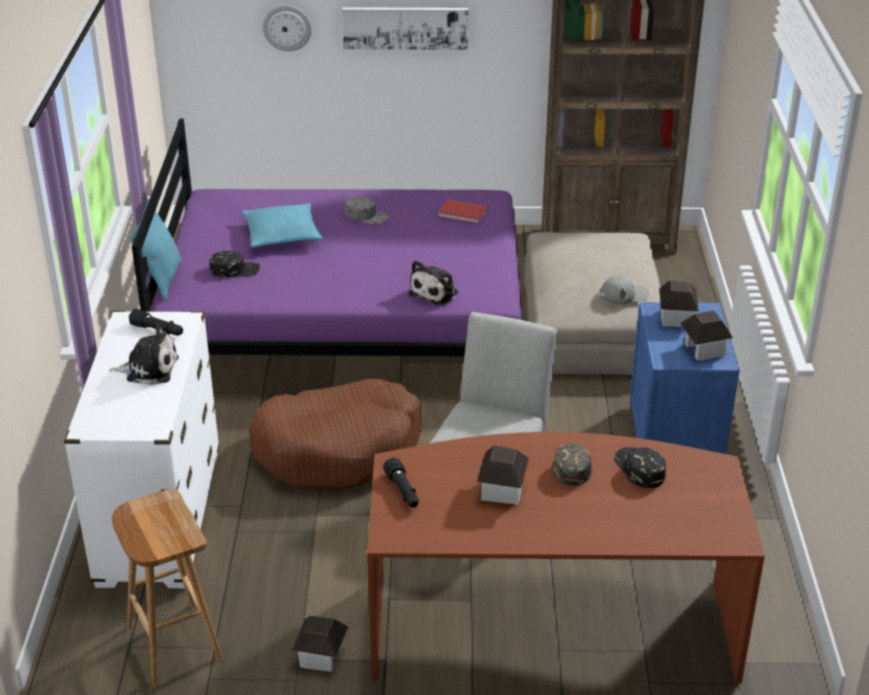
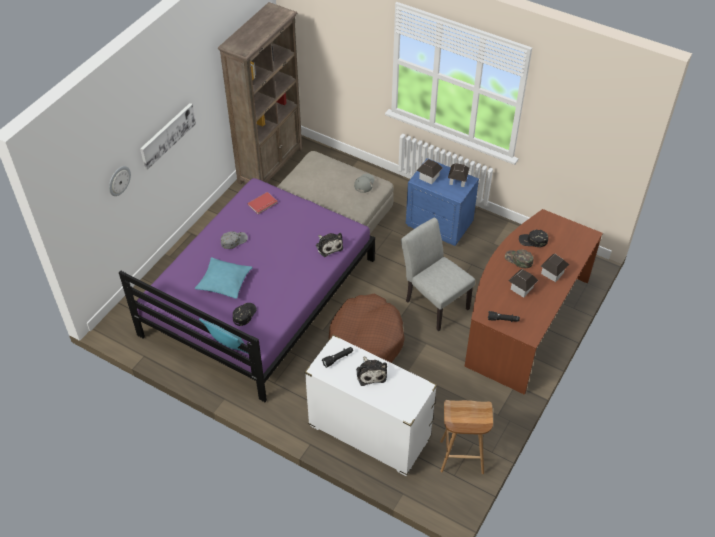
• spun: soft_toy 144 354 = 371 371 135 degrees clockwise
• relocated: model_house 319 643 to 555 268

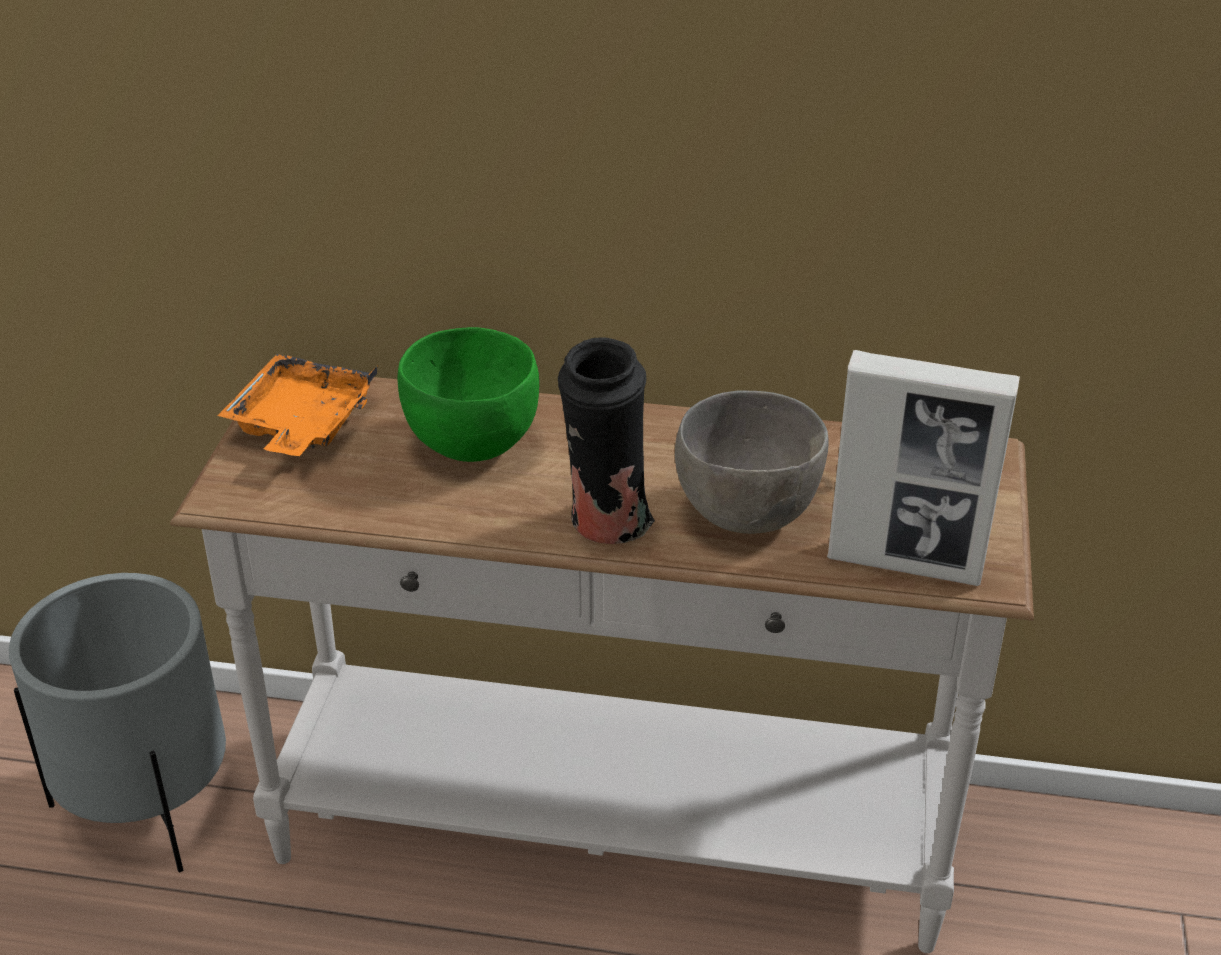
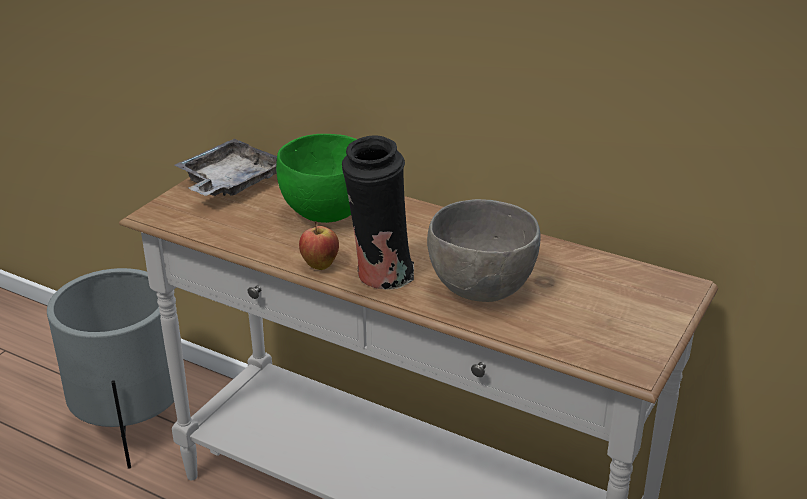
• colour: orange-coloured_tray 297 405 to gray_tray 226 167
• missing: photo_frame 923 468
• appeared: apple_fruit 319 245

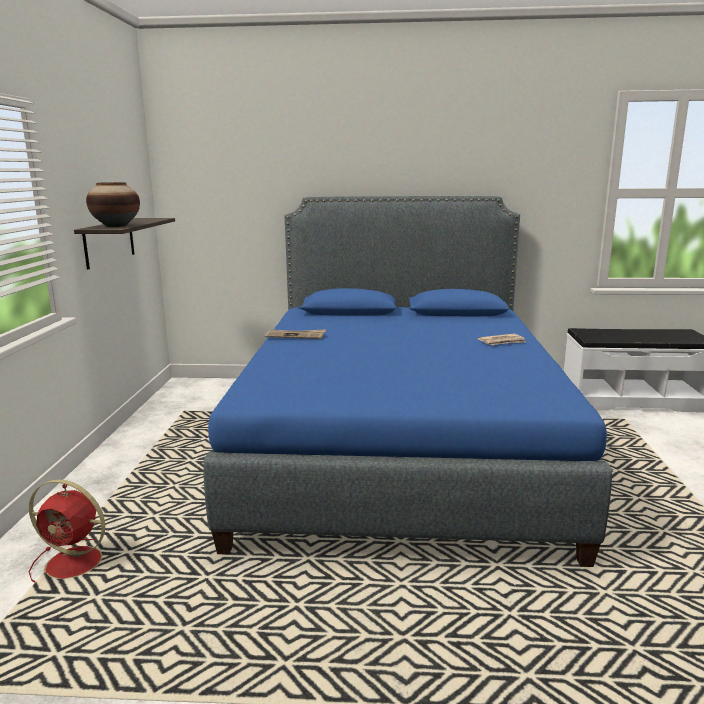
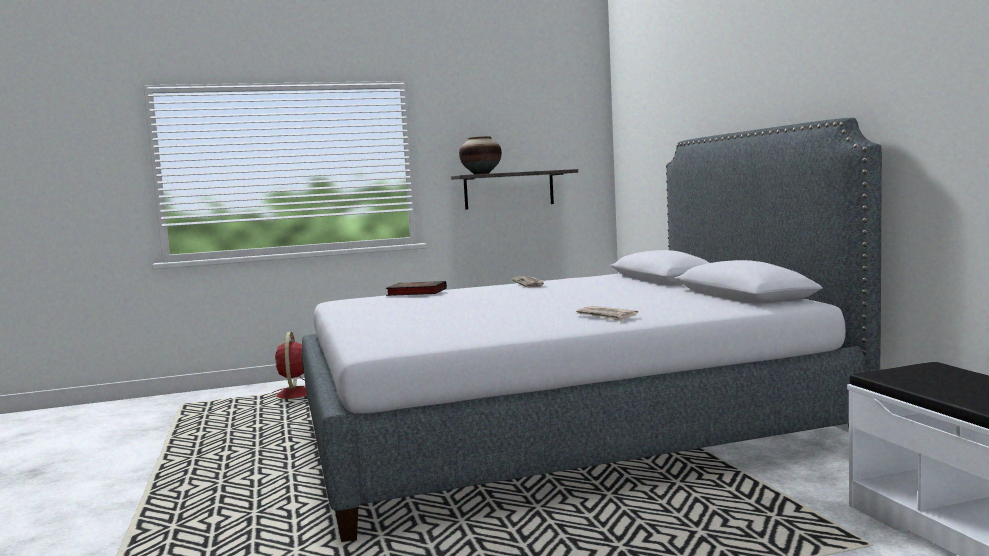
• colour: blue-coloured_bed 407 381 to gray_bed 592 330
• appeared: volume 416 288

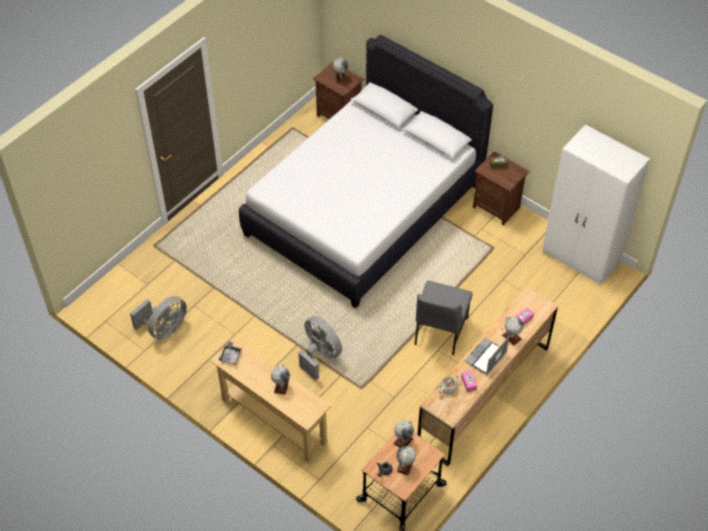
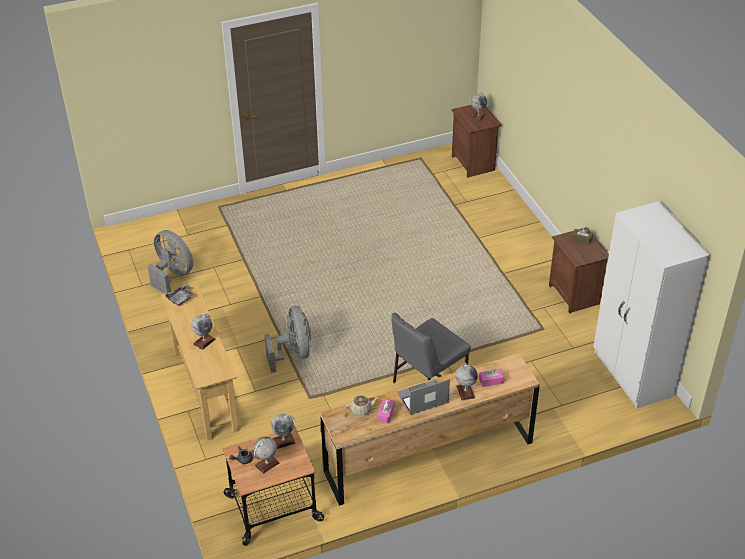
• spun: gray_electric_fan 158 317 = 170 262 120 degrees counterclockwise
• missing: whitish_bed 366 171

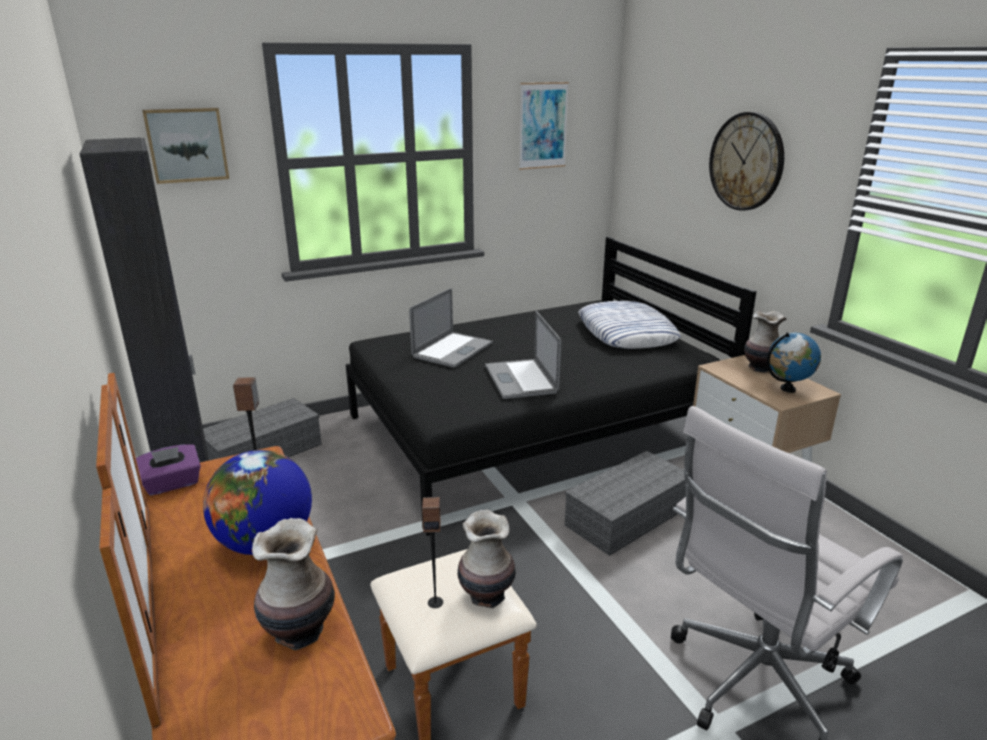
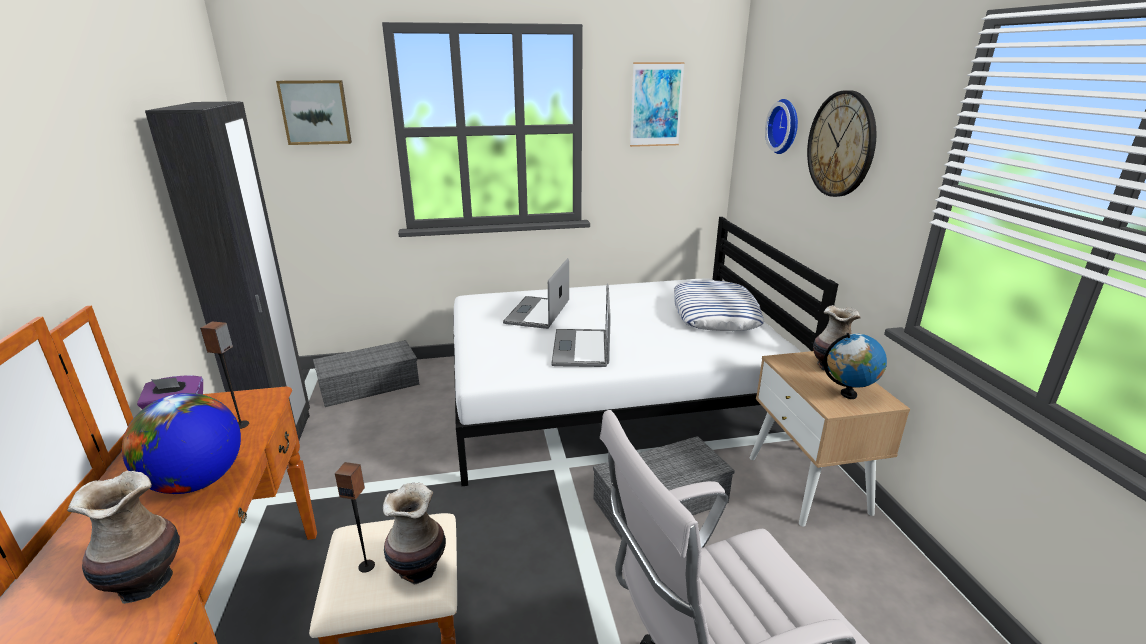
• colour: blackish_bed 551 386 to whitish_bed 645 351
• spun: laptop 451 328 = 536 293 150 degrees clockwise
• appeared: clock_on_the_wall 781 126

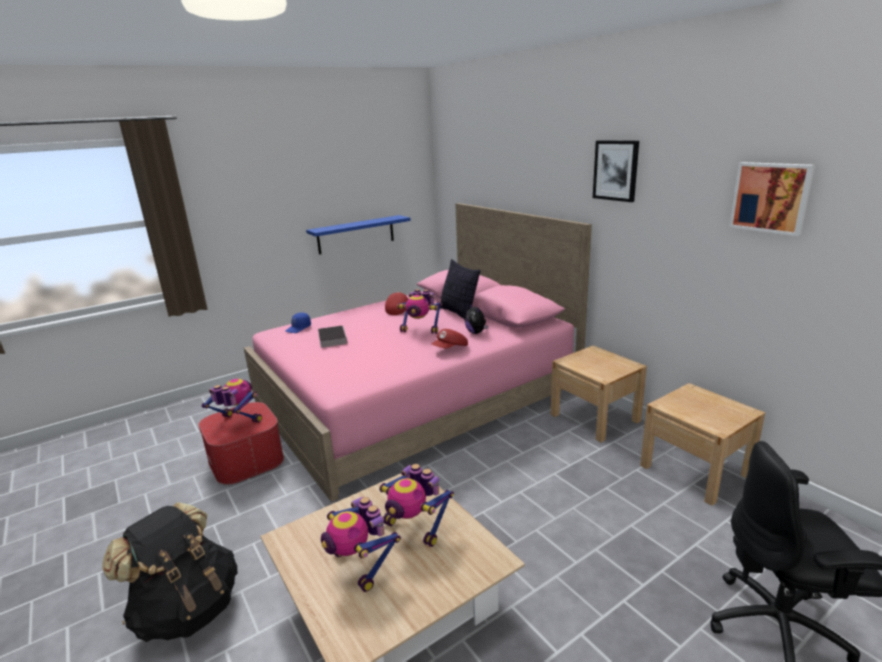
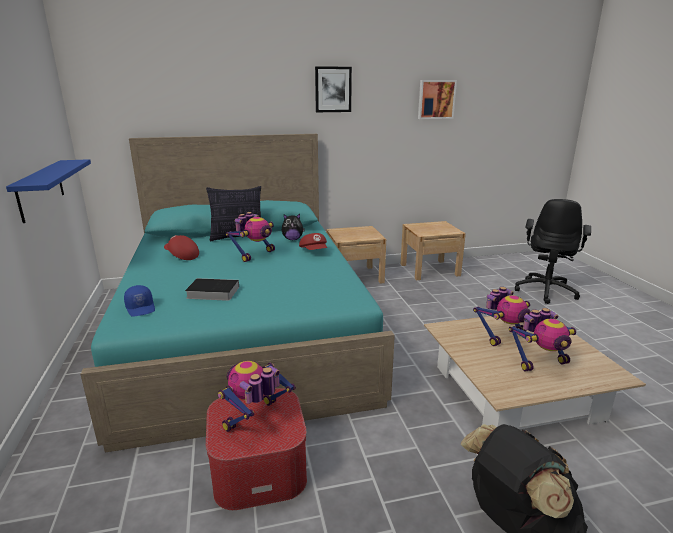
• colour: pinkish_bed 418 352 to turquoise-coloured_bed 237 293

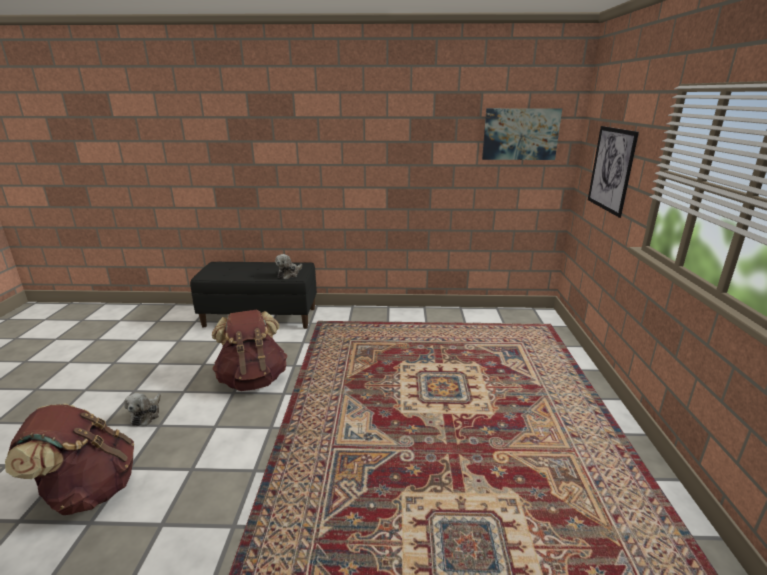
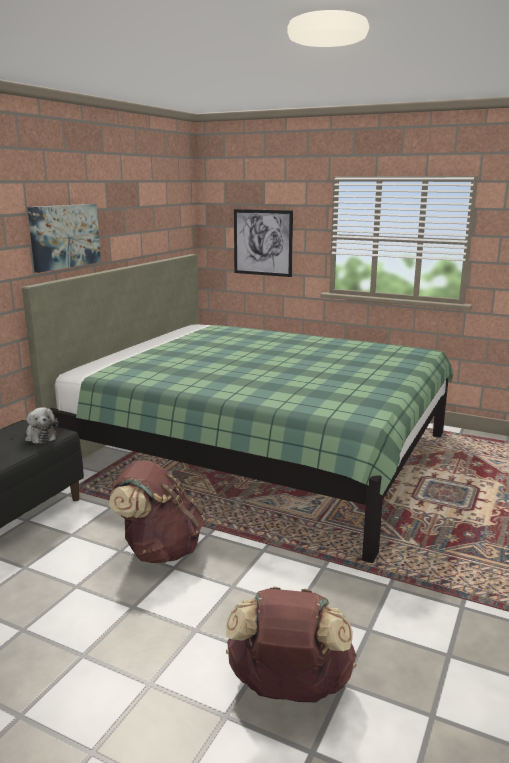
• missing: soft_toy 142 409
• relocated: wall_picture 522 134 to 64 238
• appeared: greenish_bed 238 408

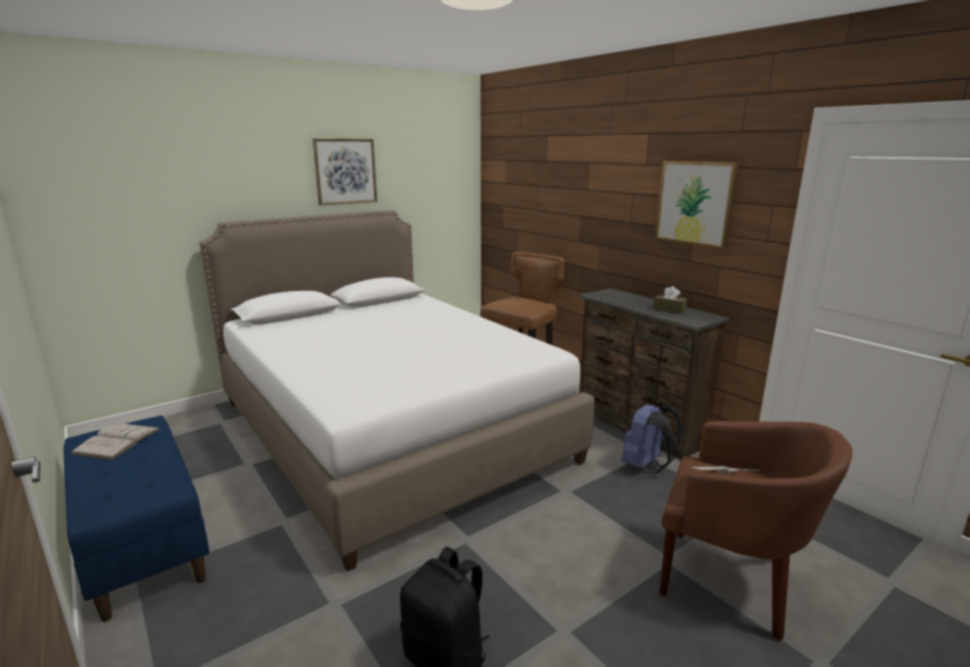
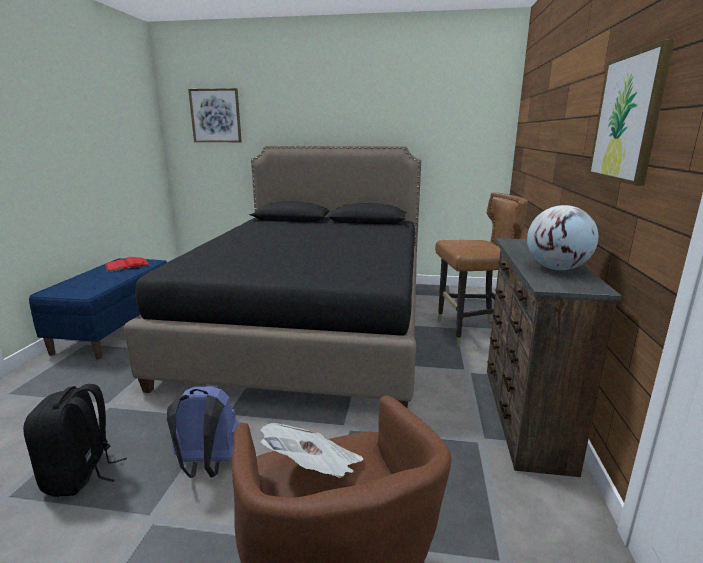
• colour: whitish_volume 116 441 to reddish_volume 127 264
• colour: whitish_bed 397 391 to blackish_bed 272 276
• relocated: wall_picture 345 172 to 215 115
• relocated: blue-coloured_knapsack 652 439 to 203 432
• exchanged: brownish_tissue_box 670 300 to globe 562 237

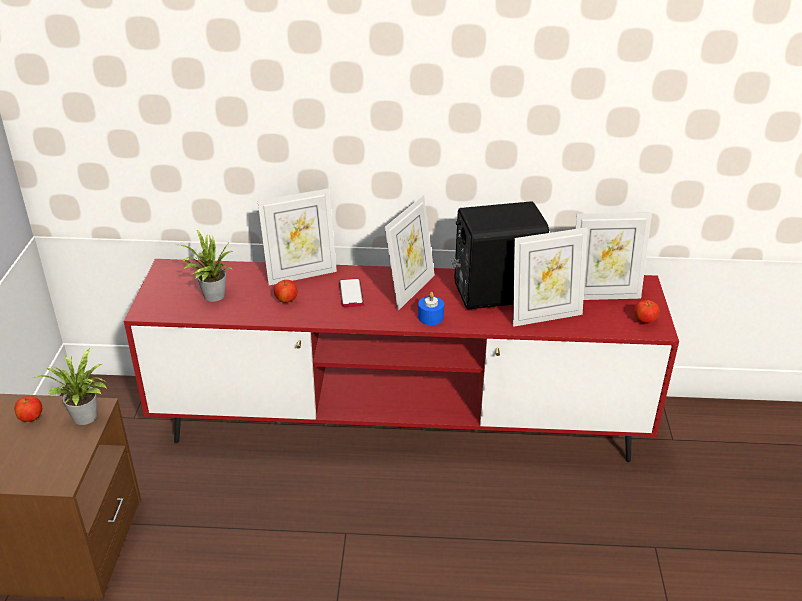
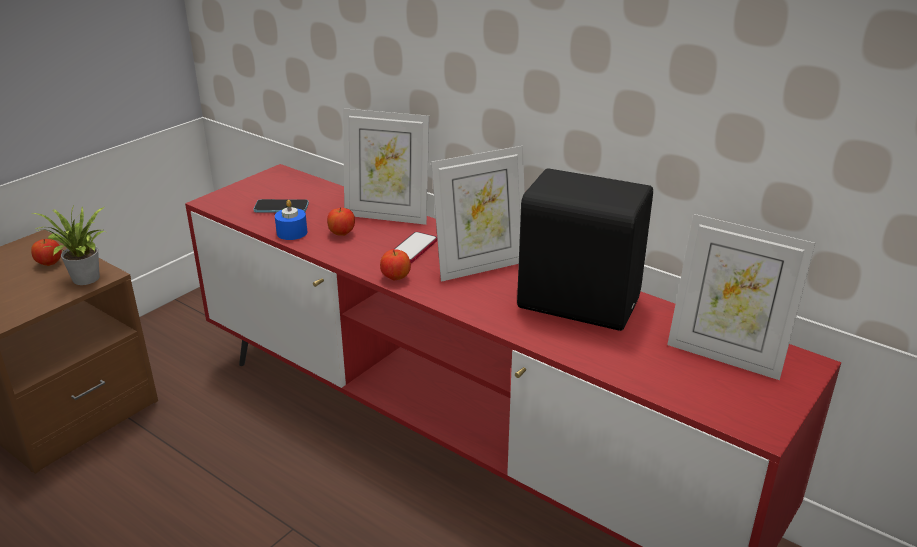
• exchanged: houseplant 206 266 to phone 281 206
• relocated: blue-coloured_wax_candle 431 308 to 291 220
• missing: photo_frame 550 277
• relocated: apple_fruit 646 312 to 395 265

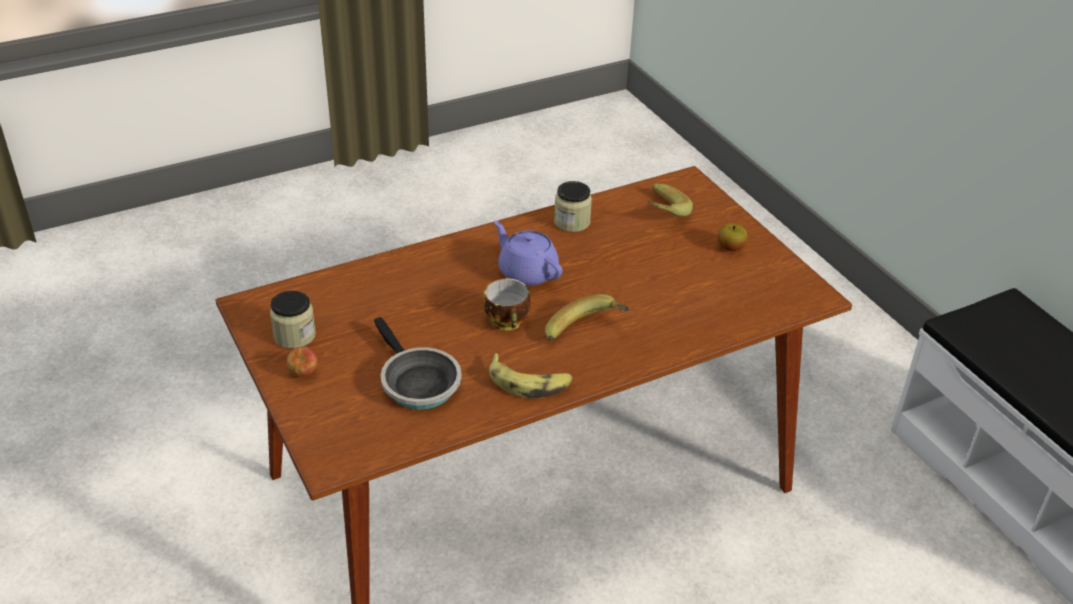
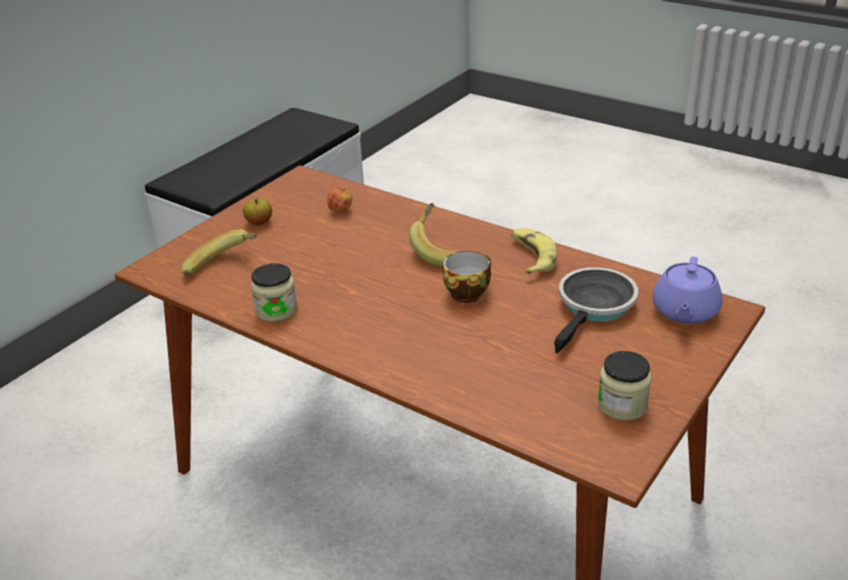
• relocated: apple_fruit 302 362 to 339 200
• relocated: purplish_teapot 528 253 to 687 290

